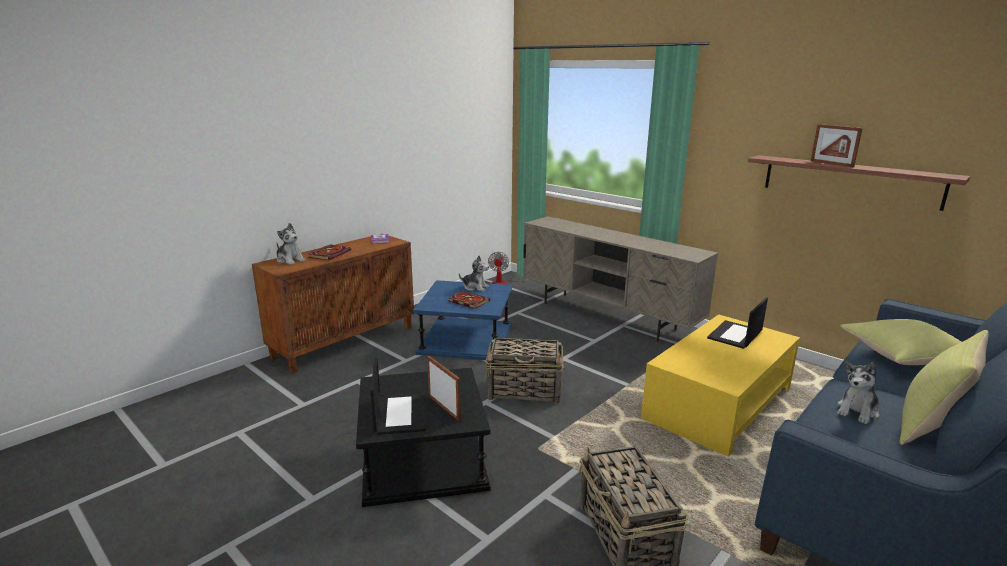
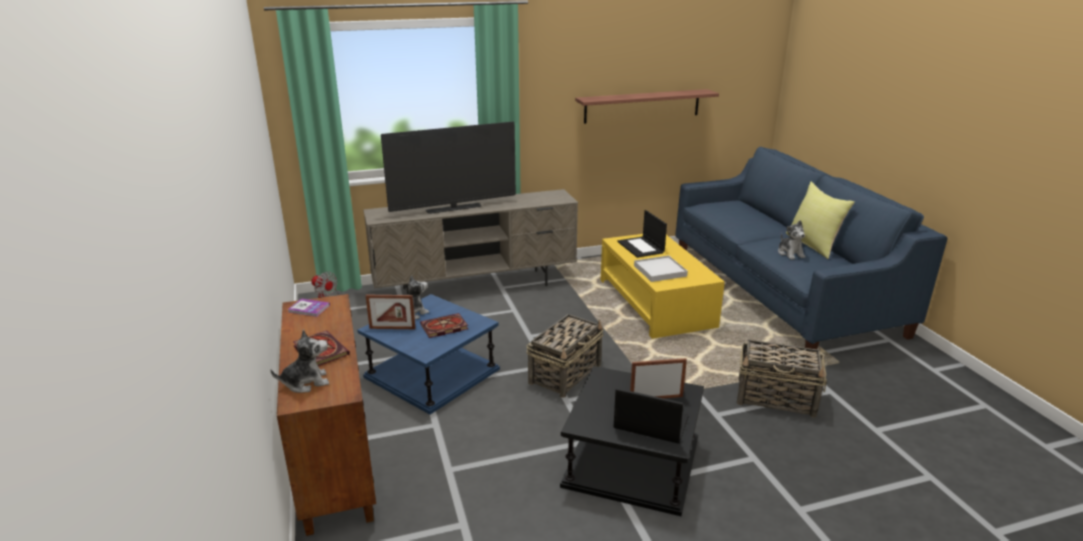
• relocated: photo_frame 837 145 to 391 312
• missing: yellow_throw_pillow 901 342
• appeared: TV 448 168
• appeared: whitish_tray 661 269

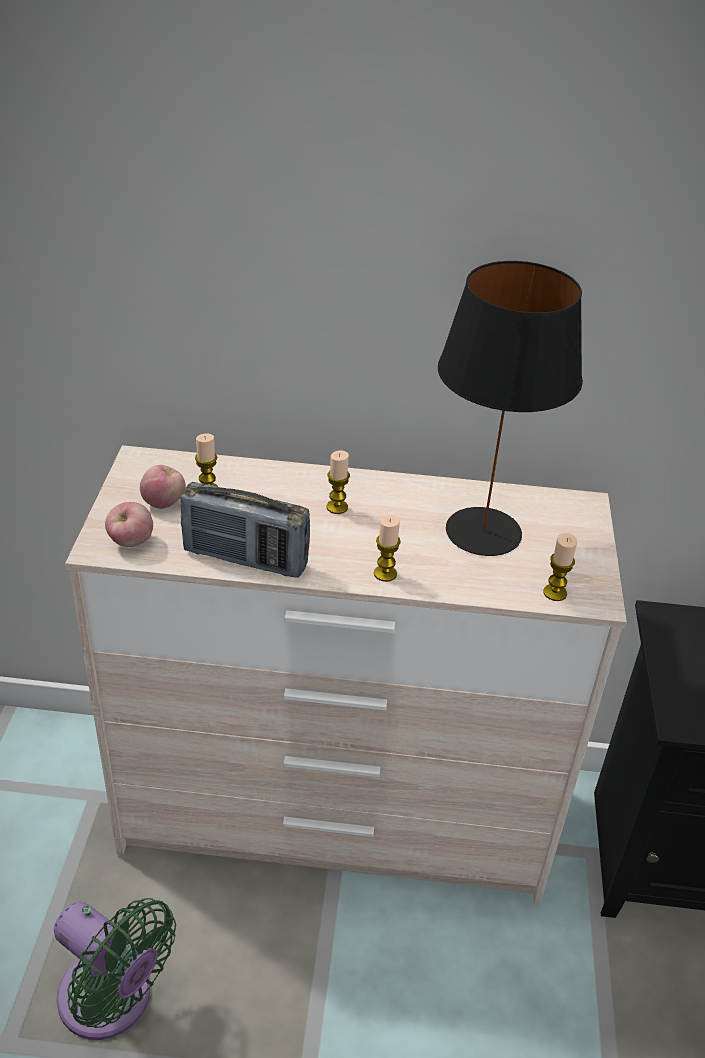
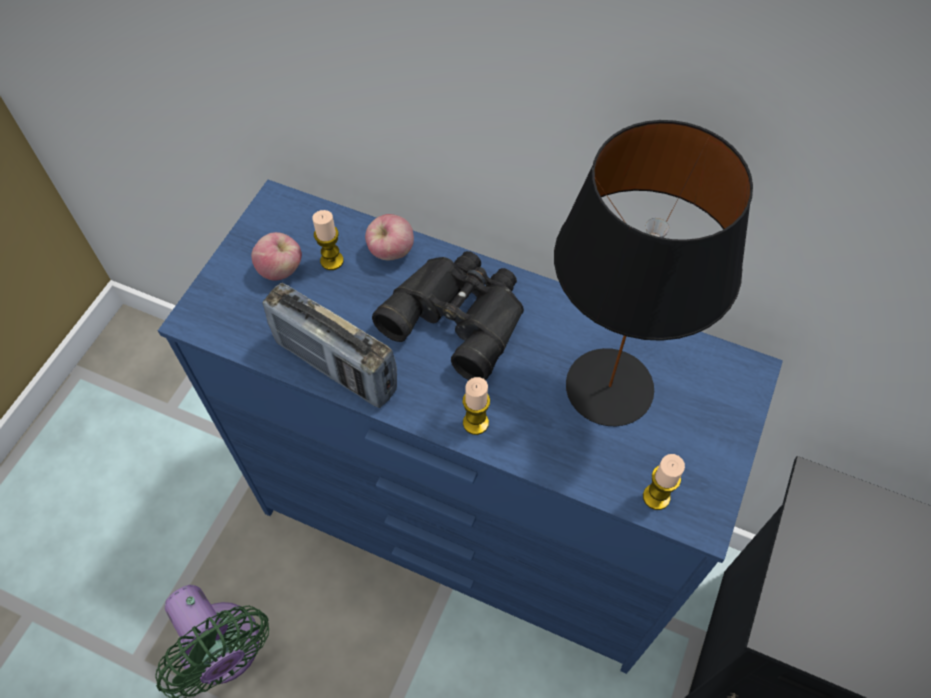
• colour: beige_dresser 346 674 to blue-coloured_dresser 470 427
• relocated: apple_fruit 129 524 to 389 237
• exchanged: wax_candle 338 482 to blackish_pair_of_binoculars 448 315

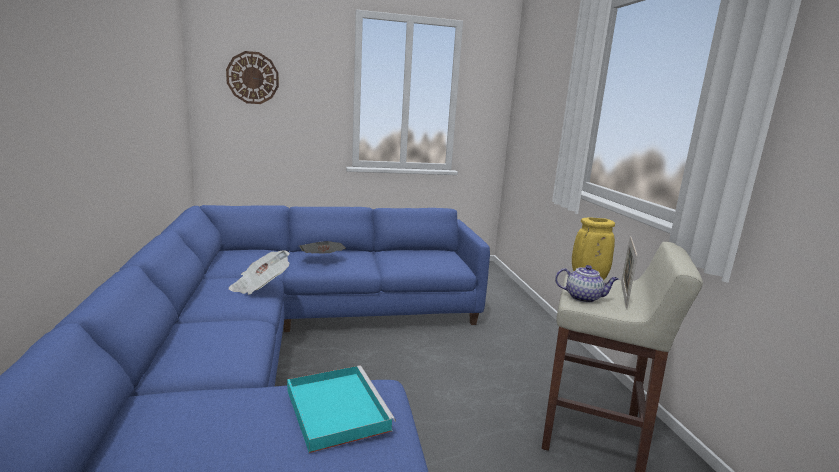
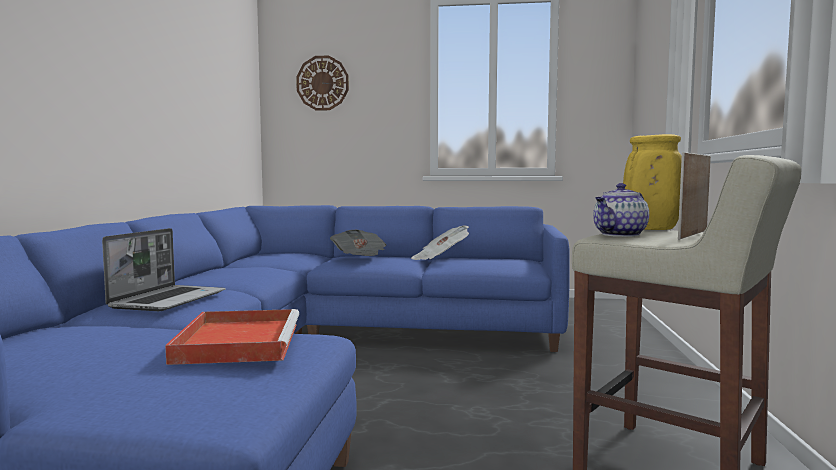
• relocated: newspaper 259 272 to 440 242
• colour: turquoise-coloured_tray 341 409 to reddish_tray 232 337
• spun: teapot 586 284 = 621 210 105 degrees clockwise
• appeared: laptop 163 269

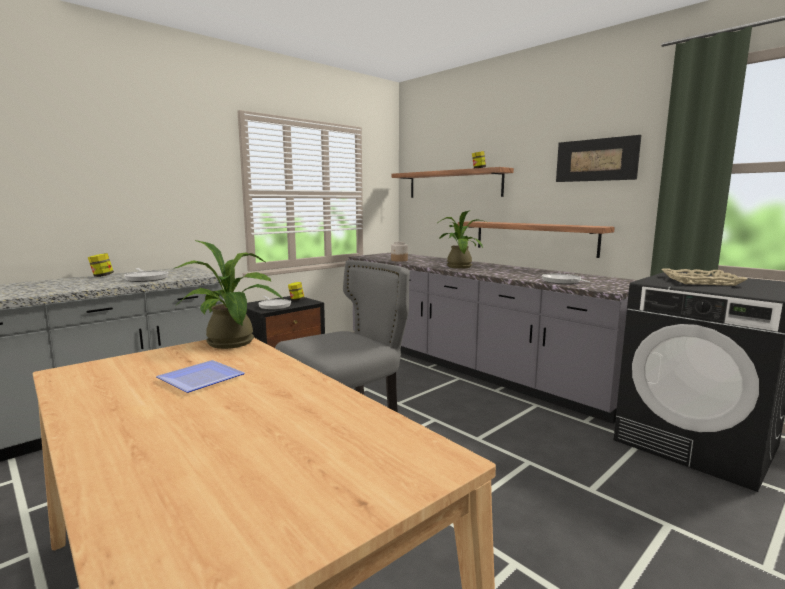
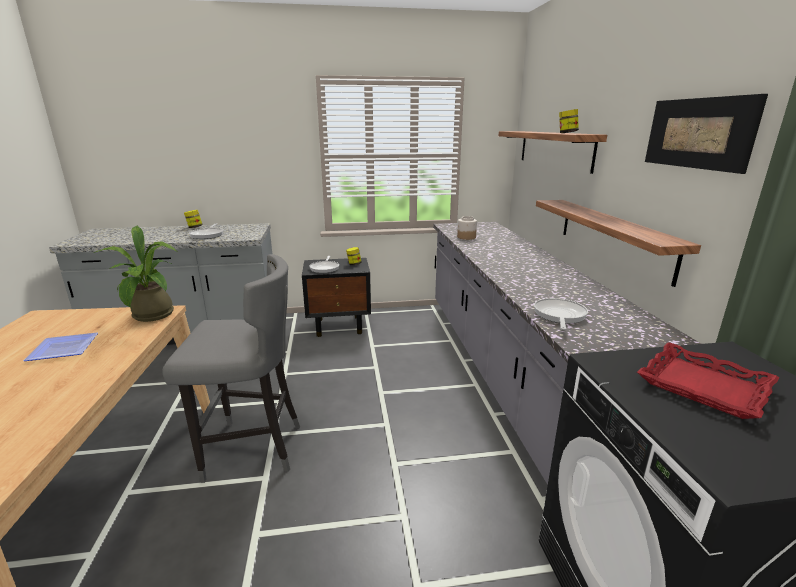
• missing: houseplant 462 240
• colour: beige_tray 704 277 to reddish_tray 708 380

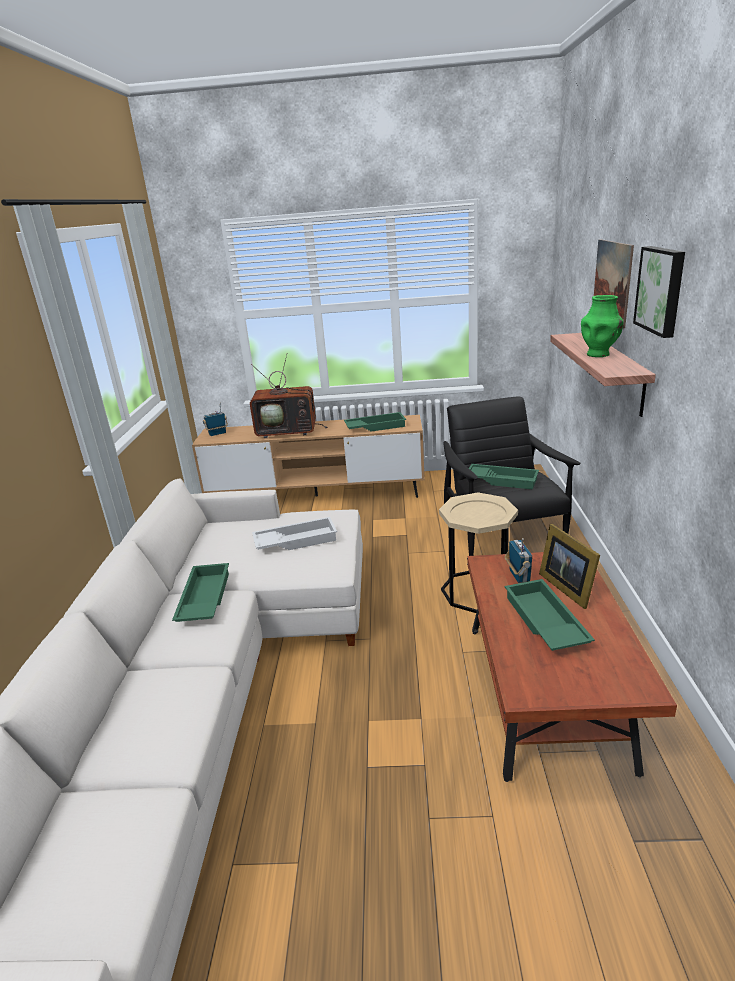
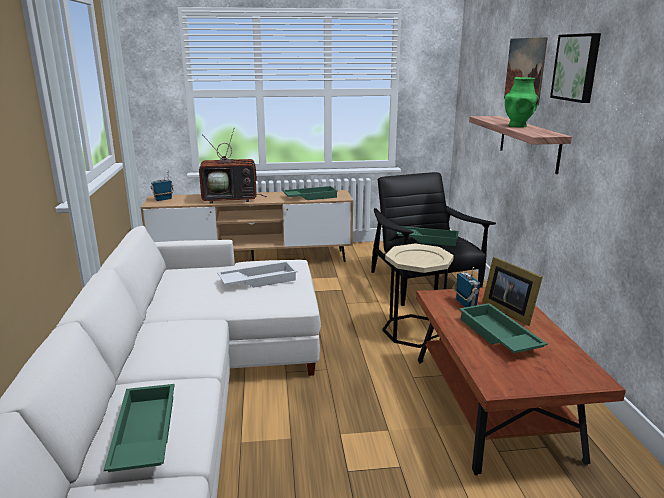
• relocated: greenish_tray 200 592 to 139 428

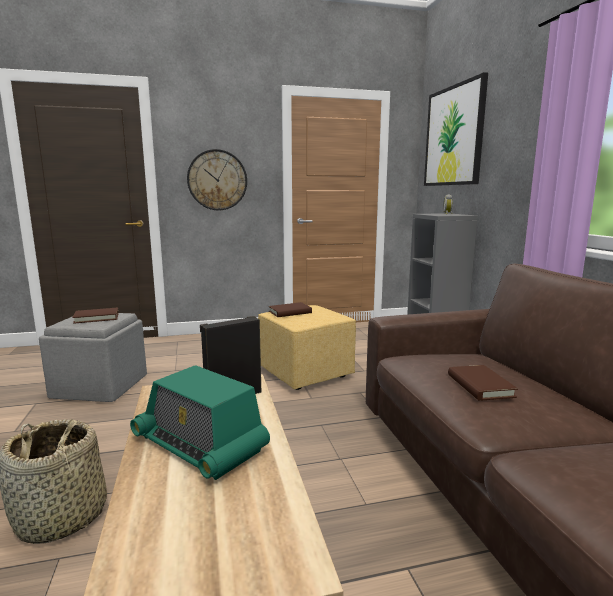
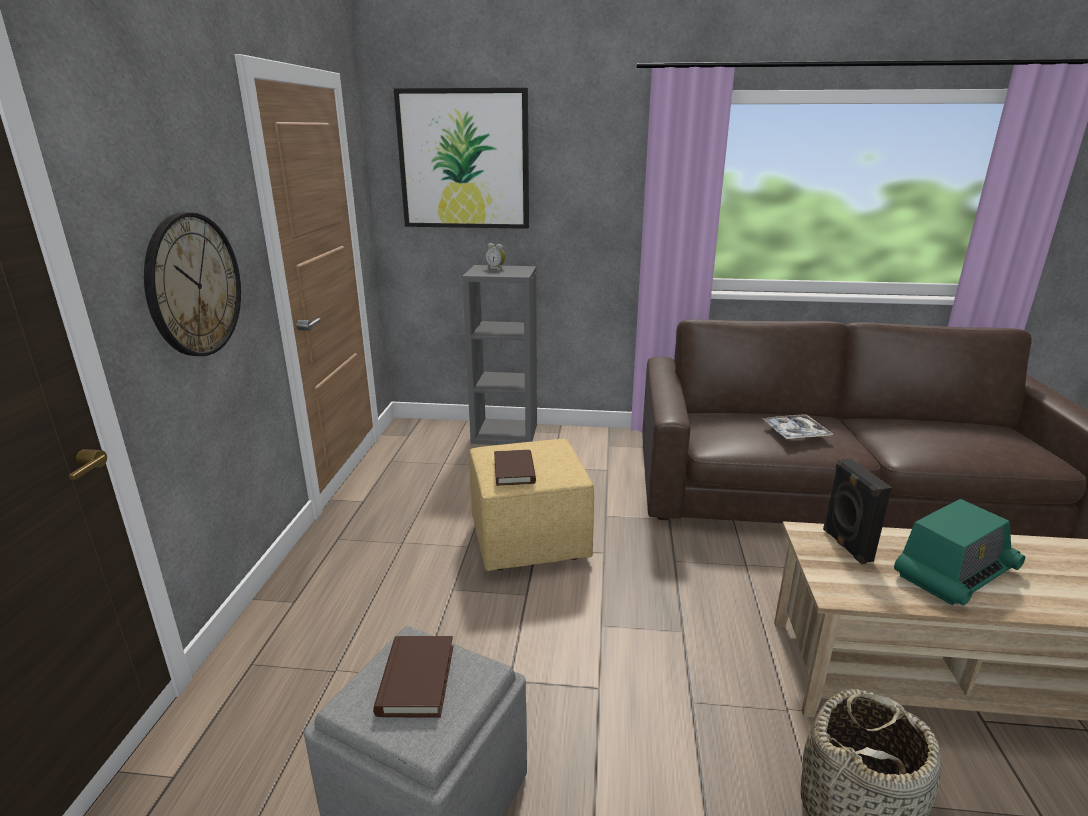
• exchanged: brownish_volume 483 382 to tray 798 426

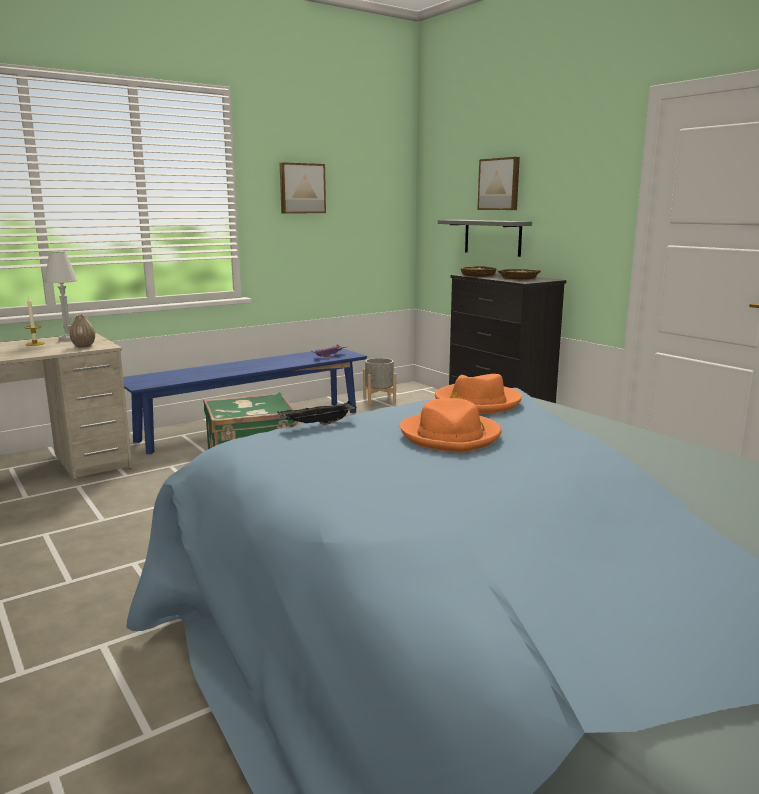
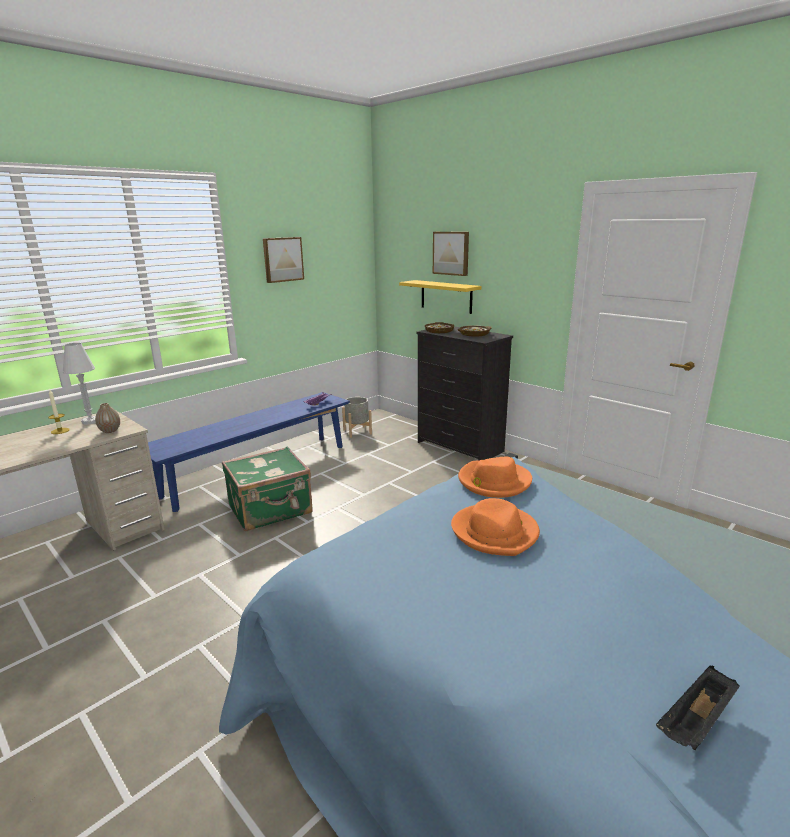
• relocated: blackish_tray 316 413 to 698 708
• colour: gray_shelf 485 238 to yellow_shelf 440 297

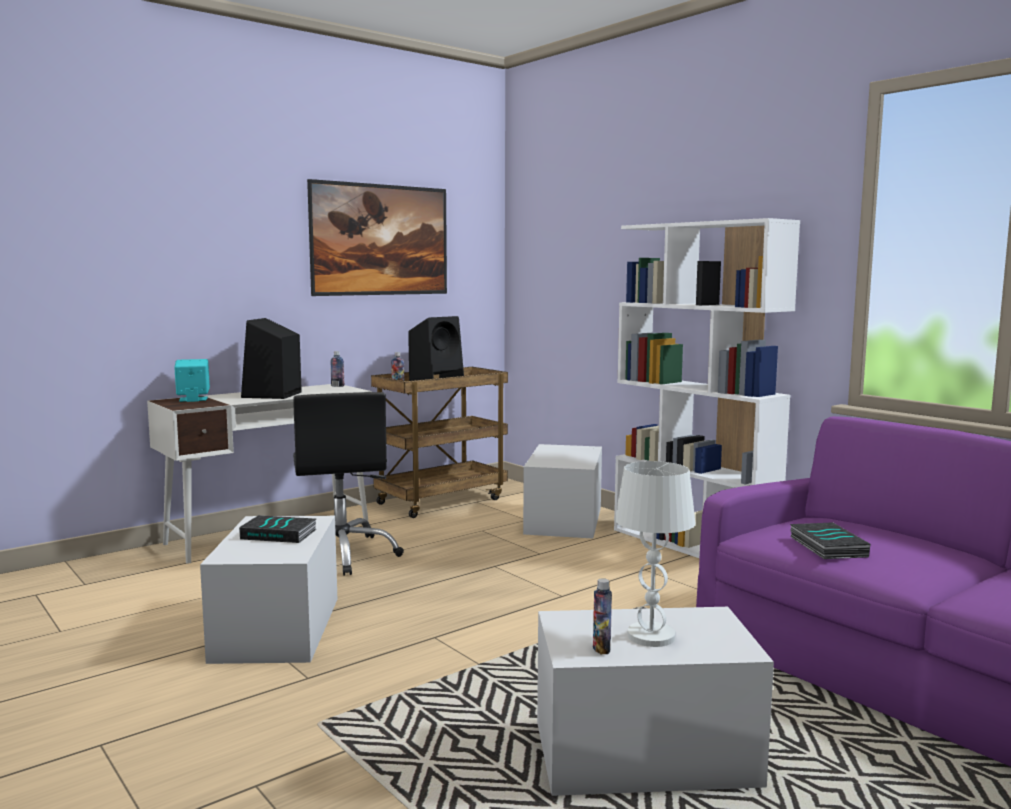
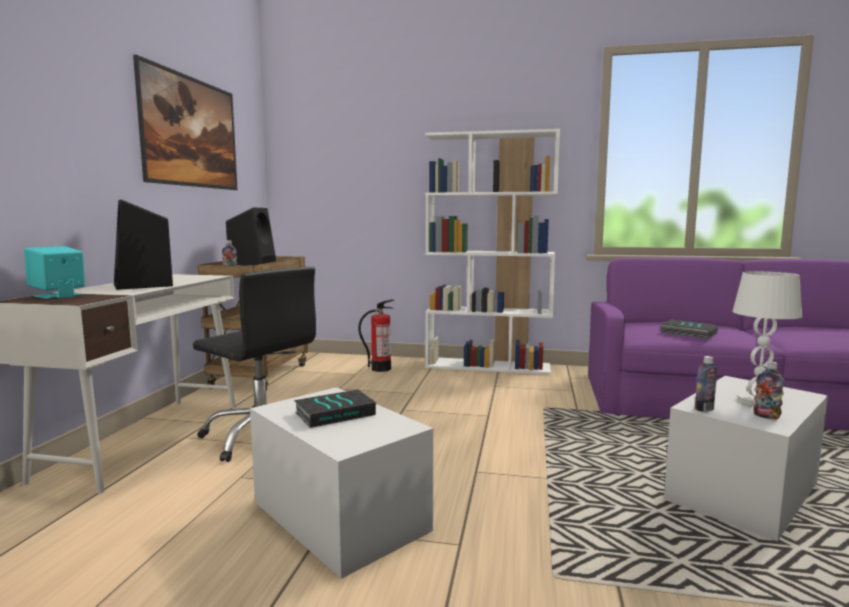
• relocated: drink_bottle 337 369 to 706 384
• exchanged: whitish_storage_container 562 491 to fire_extinguisher 376 335

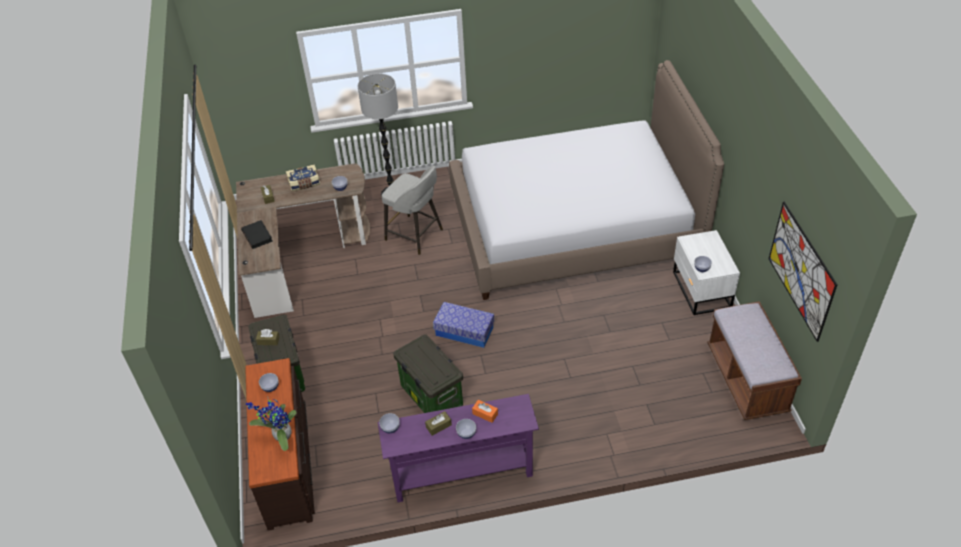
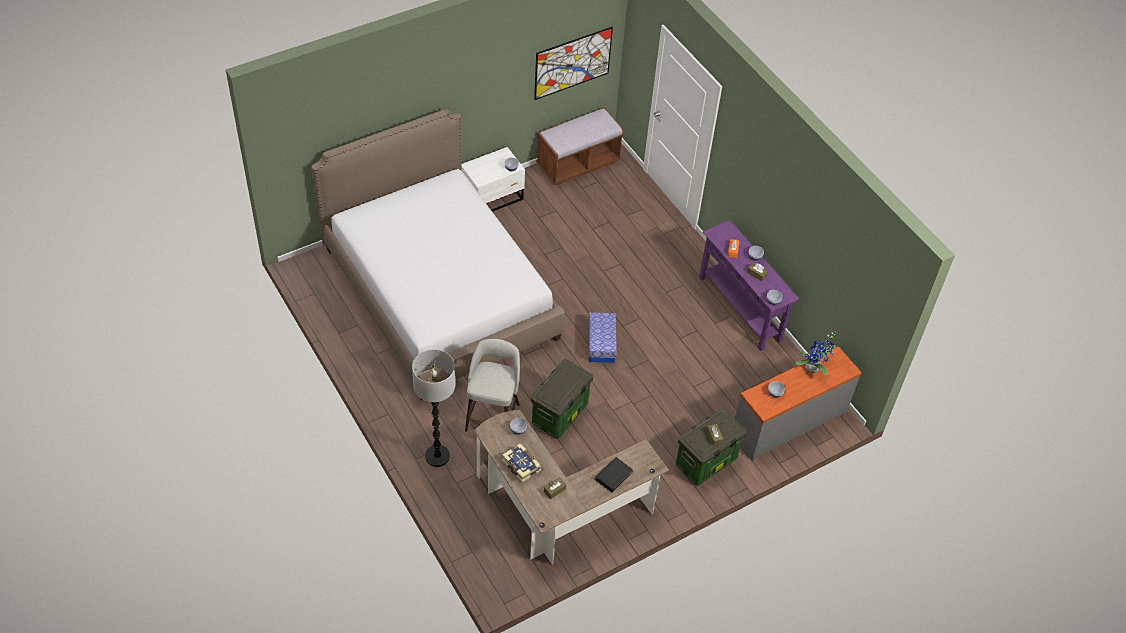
• colour: brownish_dresser 280 444 to gray_dresser 798 403
• relocated: storage_container 428 373 to 562 398

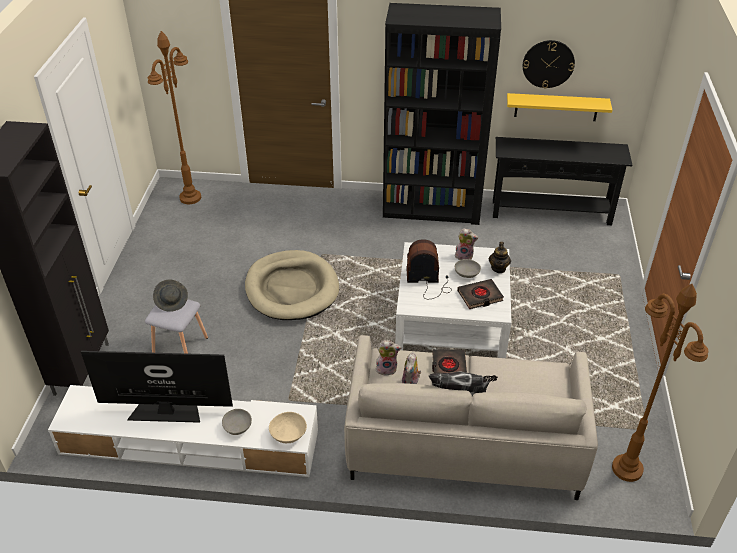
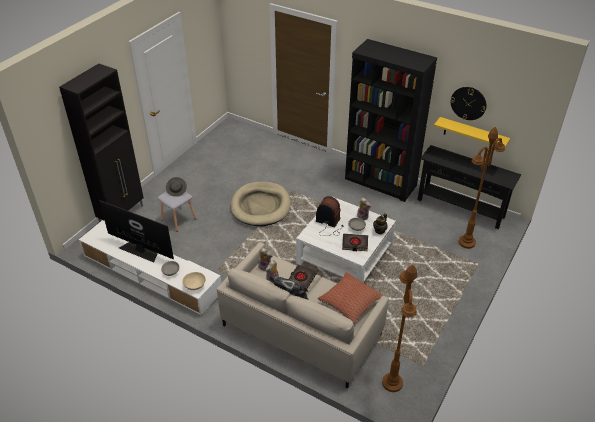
• relocated: brownish_standard_lamp 174 117 to 482 188
• appeared: throw_pillow 351 298

